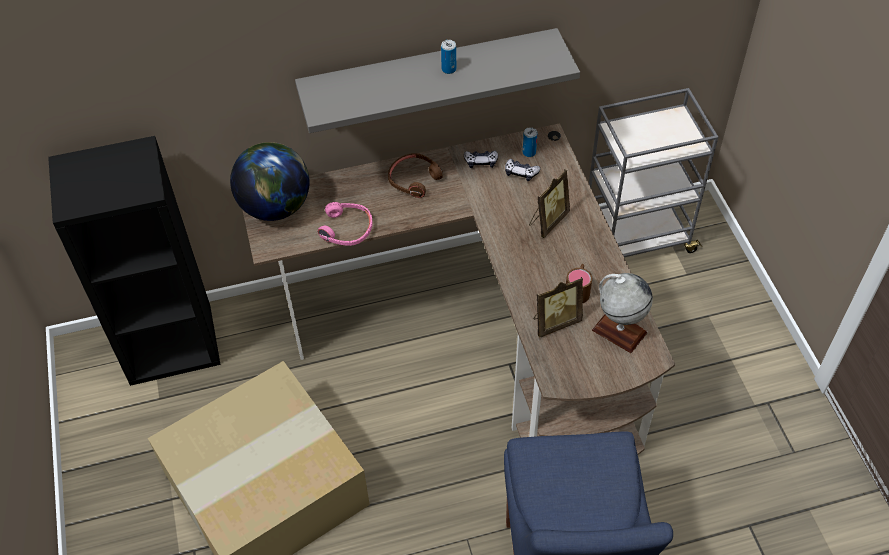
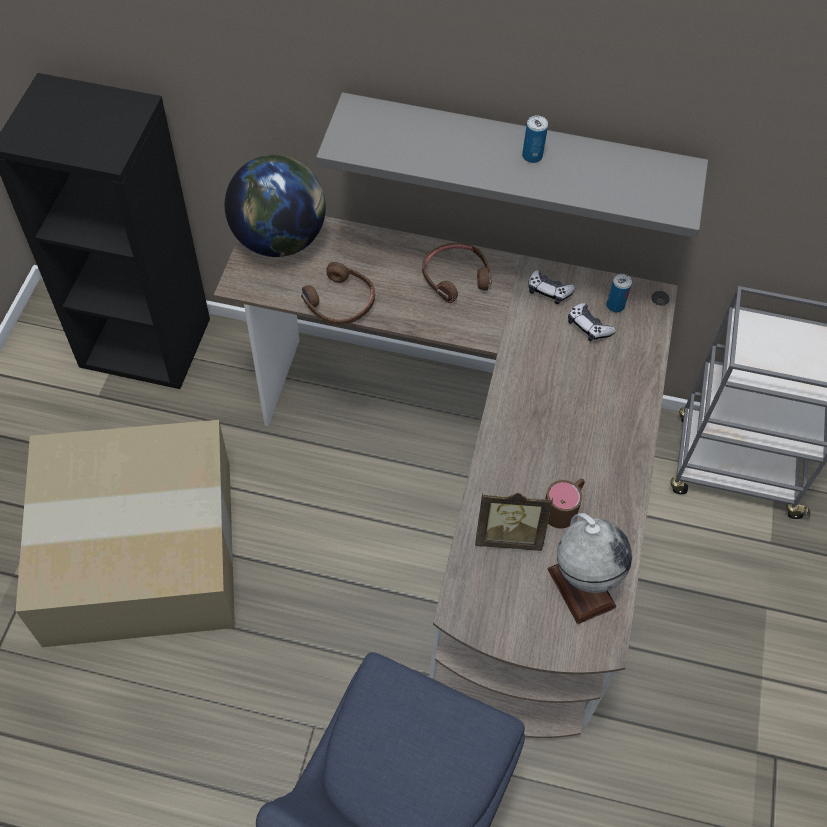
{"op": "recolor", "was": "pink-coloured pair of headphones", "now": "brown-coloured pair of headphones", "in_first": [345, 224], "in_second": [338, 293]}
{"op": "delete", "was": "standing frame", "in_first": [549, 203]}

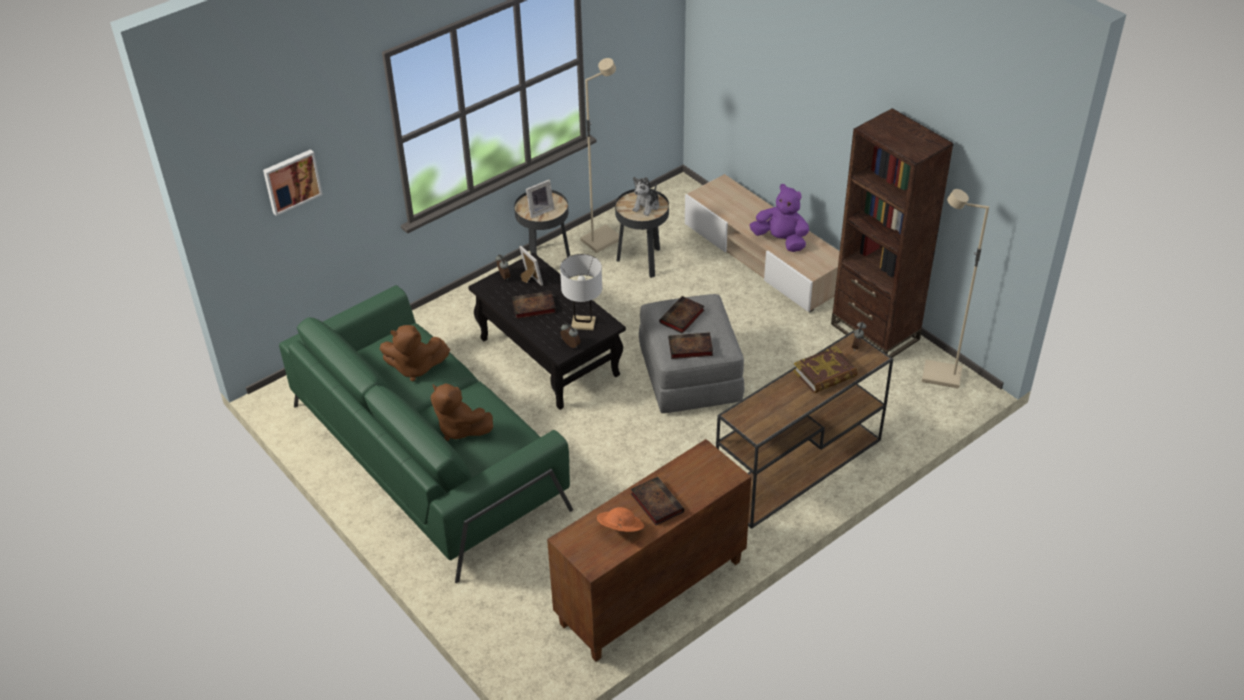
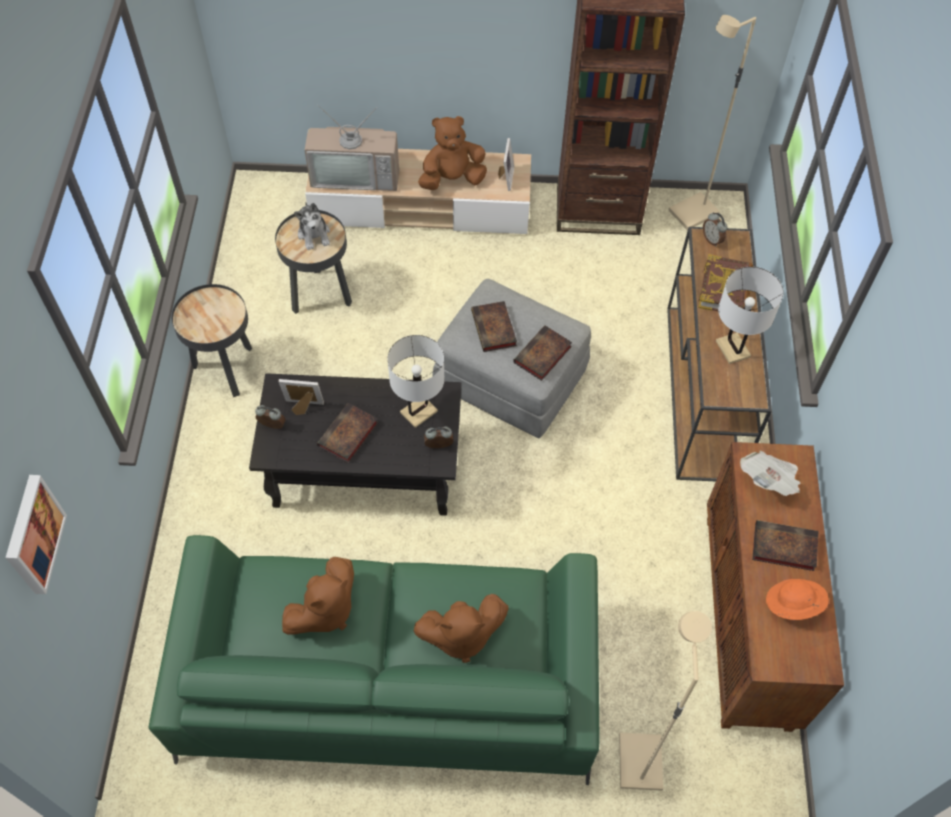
{"op": "insert", "now": "TV", "in_second": [351, 148]}
{"op": "recolor", "was": "purple cuddly toy", "now": "brown-coloured cuddly toy", "in_first": [779, 218], "in_second": [452, 153]}
{"op": "move", "was": "standing frame", "in_first": [540, 199], "in_second": [506, 164]}
{"op": "move", "was": "beige-coloured standing lamp", "in_first": [599, 155], "in_second": [665, 700]}
{"op": "insert", "now": "whitish lamp for a table", "in_second": [750, 315]}
{"op": "insert", "now": "printed paper", "in_second": [770, 473]}

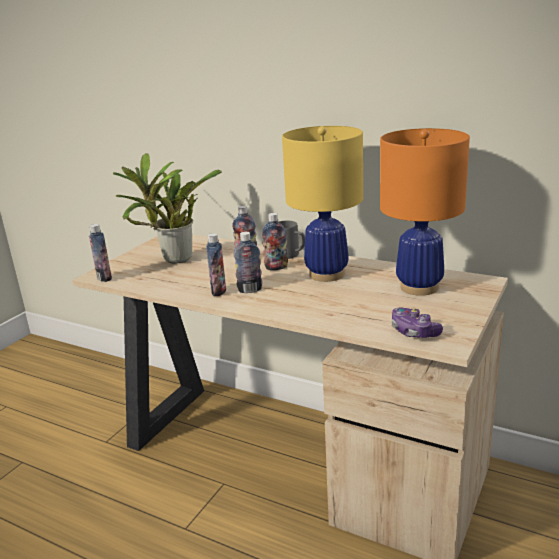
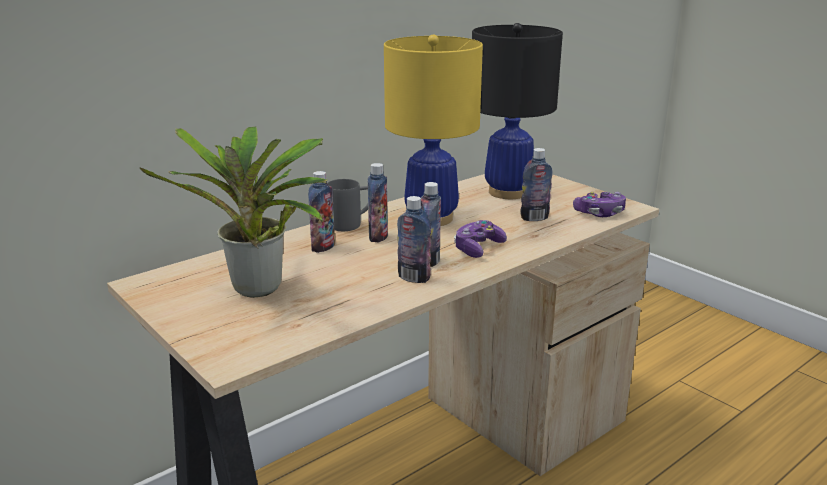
{"op": "insert", "now": "game controller", "in_second": [480, 239]}
{"op": "recolor", "was": "orangey lamp for a table", "now": "blackish lamp for a table", "in_first": [425, 212], "in_second": [517, 111]}
{"op": "move", "was": "bottle", "in_first": [100, 253], "in_second": [536, 184]}

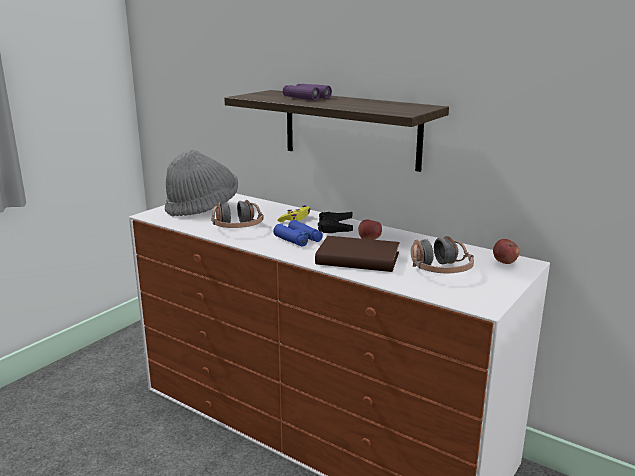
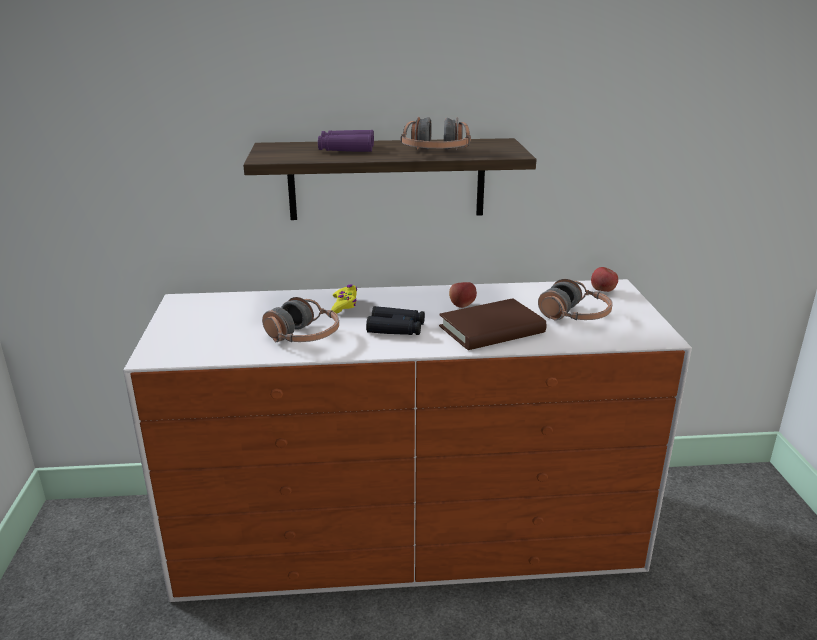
{"op": "recolor", "was": "blue field glasses", "now": "blackish field glasses", "in_first": [298, 233], "in_second": [395, 320]}
{"op": "insert", "now": "pair of headphones", "in_second": [436, 133]}
{"op": "delete", "was": "greyish wearable hat", "in_first": [201, 183]}
{"op": "delete", "was": "blackish game controller", "in_first": [335, 222]}

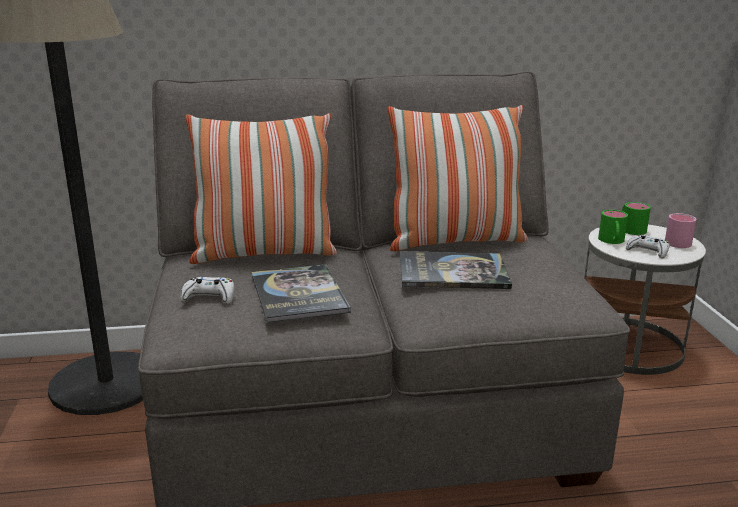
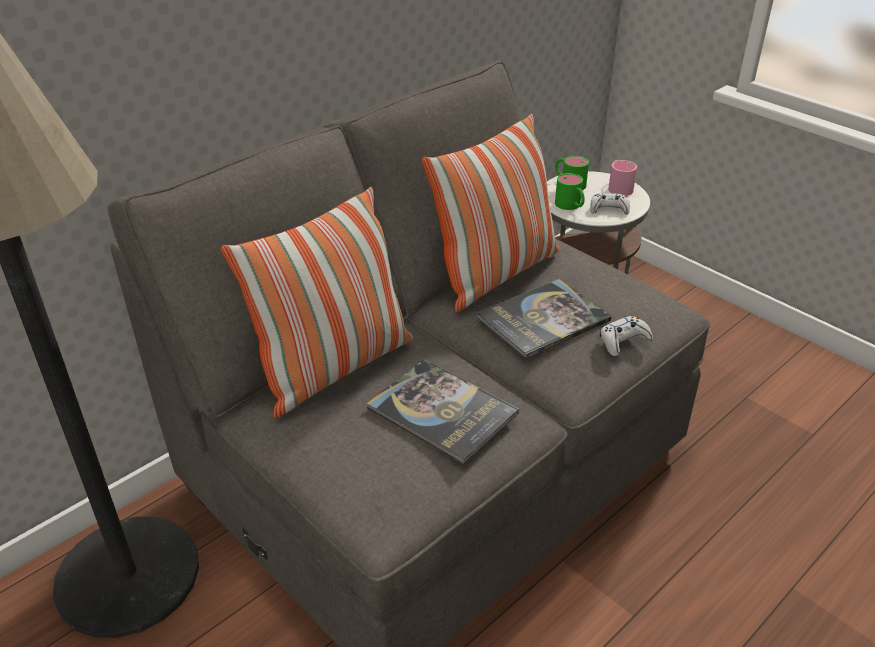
{"op": "move", "was": "whitish game controller", "in_first": [207, 291], "in_second": [626, 336]}

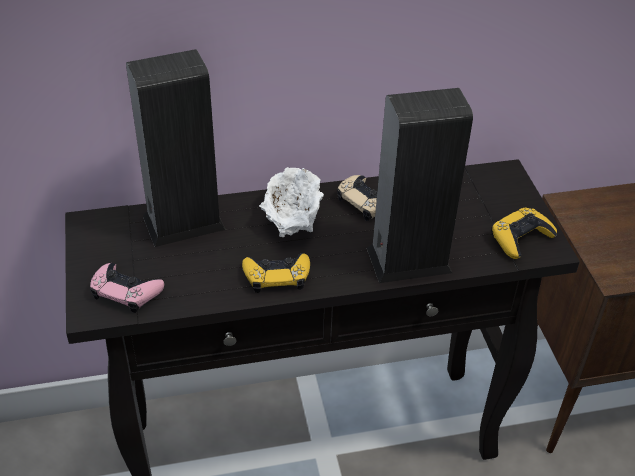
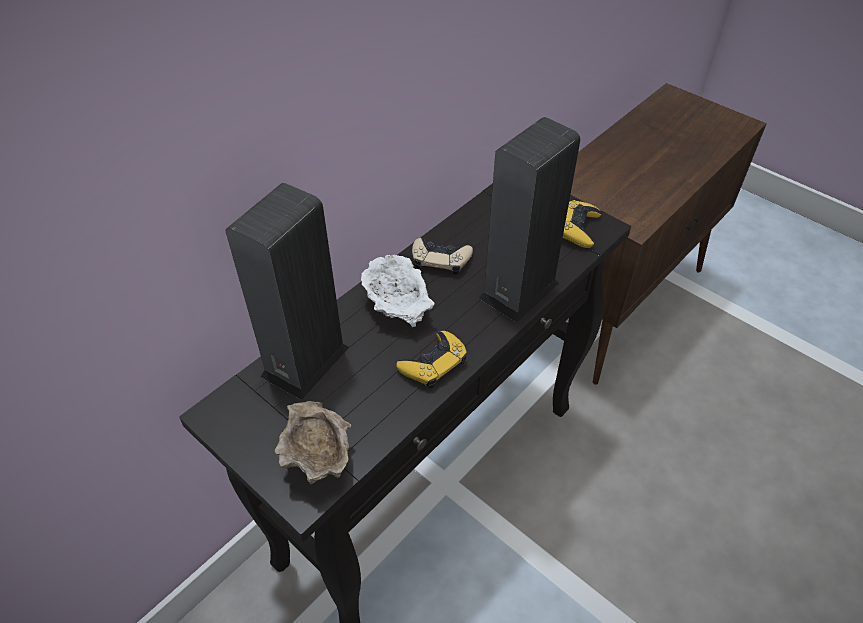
{"op": "replace", "was": "pink-coloured game controller", "now": "beige-coloured bowl", "in_first": [127, 288], "in_second": [313, 442]}

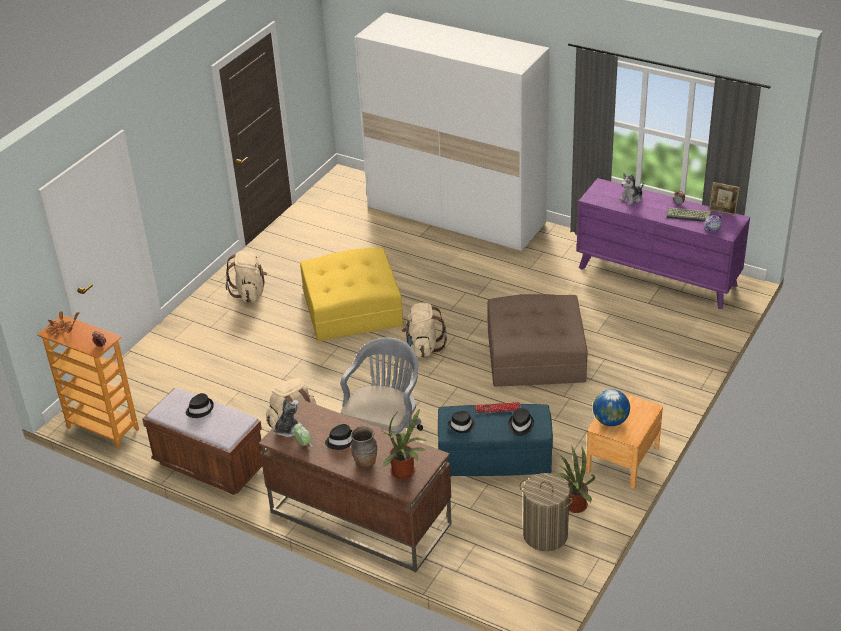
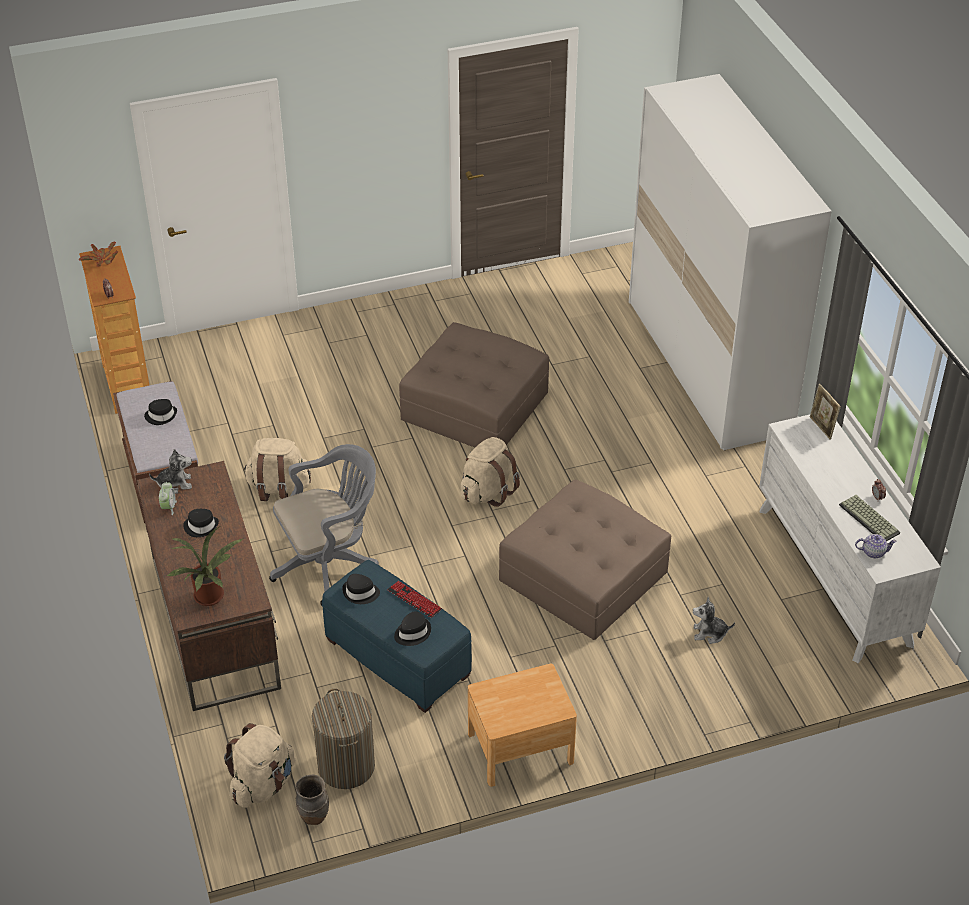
{"op": "move", "was": "beige-coloured backpack", "in_first": [246, 276], "in_second": [260, 765]}
{"op": "move", "was": "brown-coloured decorative vase", "in_first": [364, 447], "in_second": [312, 800]}
{"op": "recolor", "was": "yellow ottoman", "now": "brown-coloured ottoman", "in_first": [351, 294], "in_second": [474, 384]}
{"op": "move", "was": "cuddly toy", "in_first": [631, 189], "in_second": [714, 620]}
{"op": "recolor", "was": "purple dresser", "now": "whitish dresser", "in_first": [663, 243], "in_second": [850, 538]}
{"op": "move", "was": "standing frame", "in_first": [724, 198], "in_second": [825, 411]}
{"op": "delete", "was": "houseplant", "in_first": [574, 479]}
{"op": "delete", "was": "world globe", "in_first": [611, 407]}

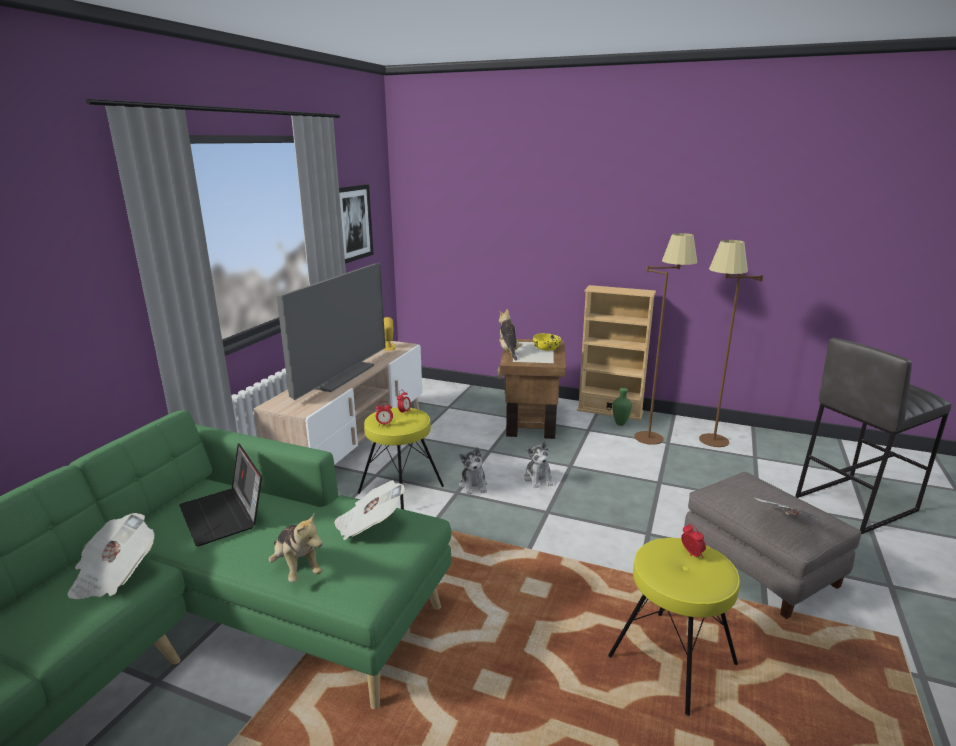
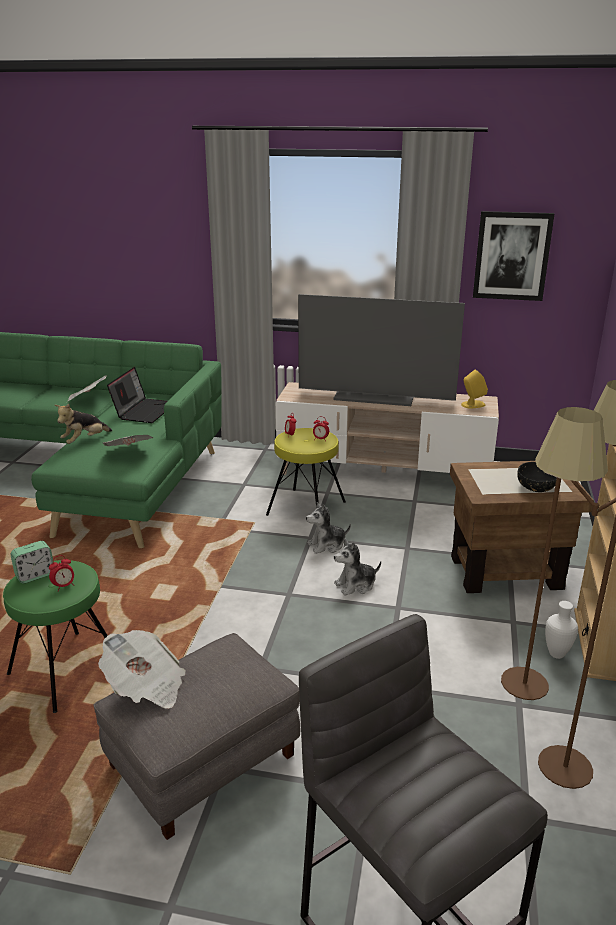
{"op": "recolor", "was": "yellow sitting stool", "now": "green-coloured sitting stool", "in_first": [674, 627], "in_second": [55, 636]}
{"op": "insert", "now": "alarm clock", "in_second": [32, 562]}
{"op": "rotate", "was": "portable computer", "in_first": [220, 494], "in_second": [137, 395], "clockwise": 150}
{"op": "recolor", "was": "yellow bowl", "now": "blackish bowl", "in_first": [547, 342], "in_second": [537, 477]}
{"op": "recolor", "was": "green-coloured decorative vase", "now": "whitish decorative vase", "in_first": [622, 407], "in_second": [561, 630]}
{"op": "delete", "was": "cuddly toy", "in_first": [511, 335]}

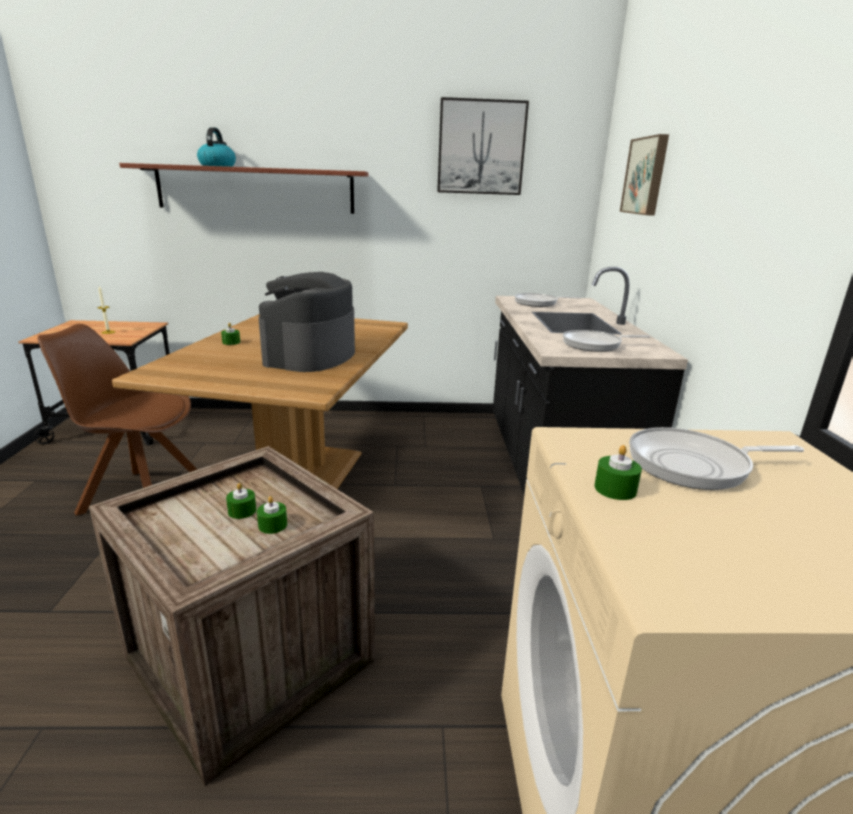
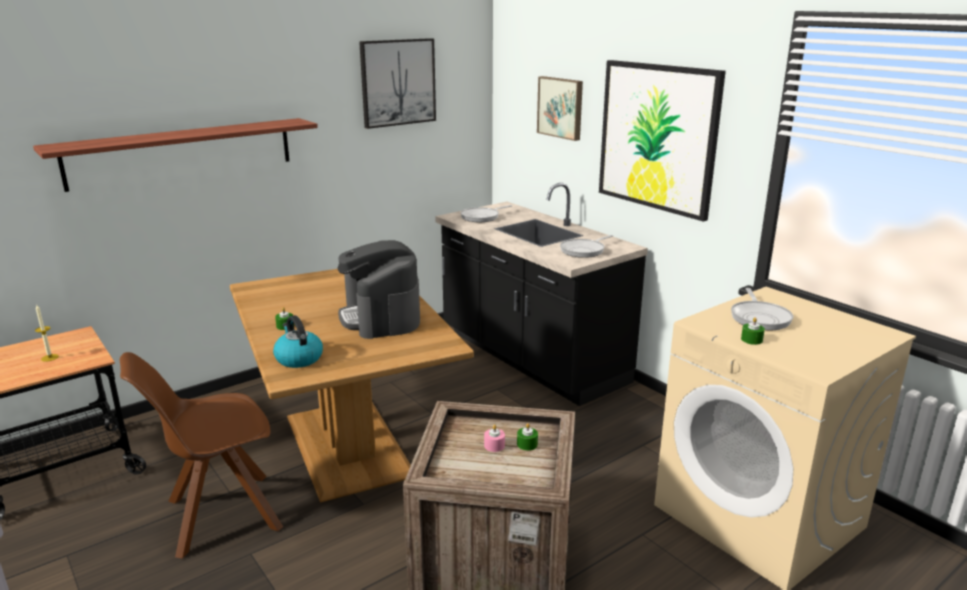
{"op": "move", "was": "water kettle", "in_first": [216, 147], "in_second": [298, 341]}
{"op": "recolor", "was": "green-coloured wax light", "now": "pink-coloured wax light", "in_first": [241, 501], "in_second": [494, 438]}
{"op": "insert", "now": "picture", "in_second": [662, 141]}
{"op": "rotate", "was": "frying pan", "in_first": [716, 458], "in_second": [762, 309], "clockwise": -45}

